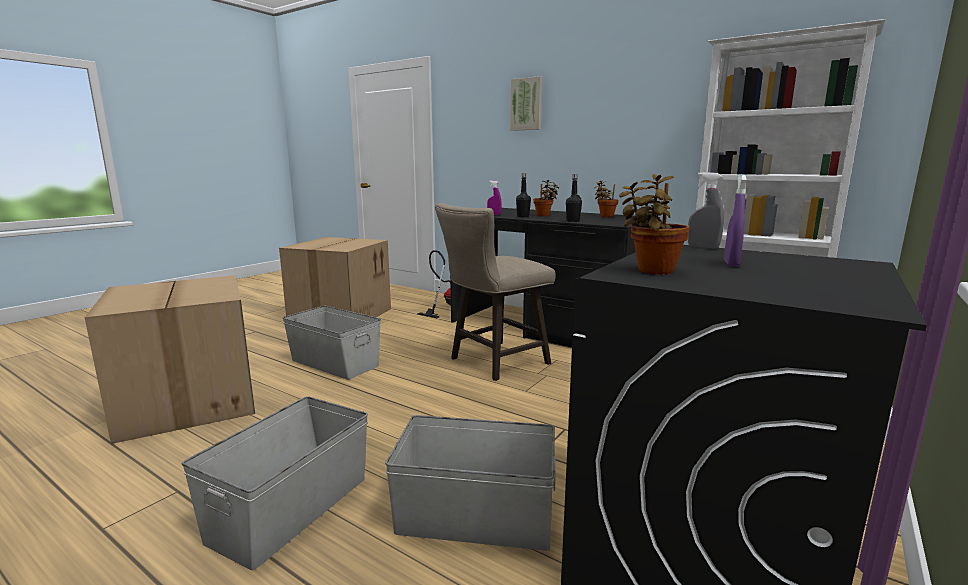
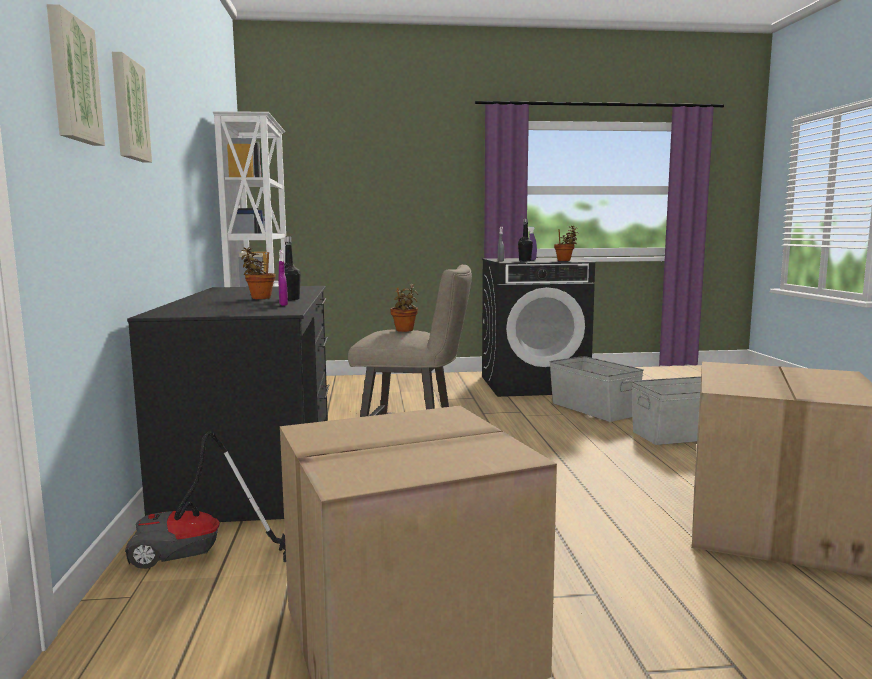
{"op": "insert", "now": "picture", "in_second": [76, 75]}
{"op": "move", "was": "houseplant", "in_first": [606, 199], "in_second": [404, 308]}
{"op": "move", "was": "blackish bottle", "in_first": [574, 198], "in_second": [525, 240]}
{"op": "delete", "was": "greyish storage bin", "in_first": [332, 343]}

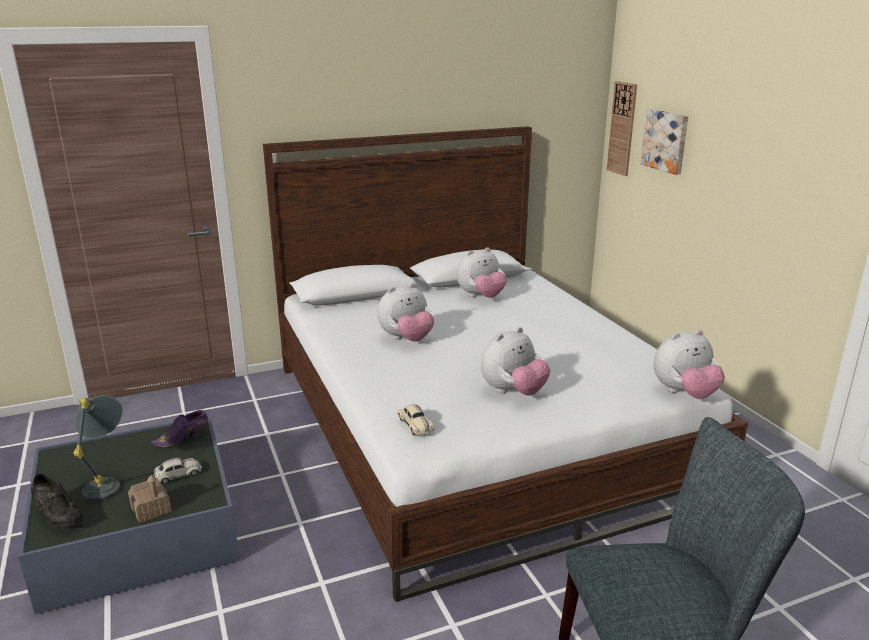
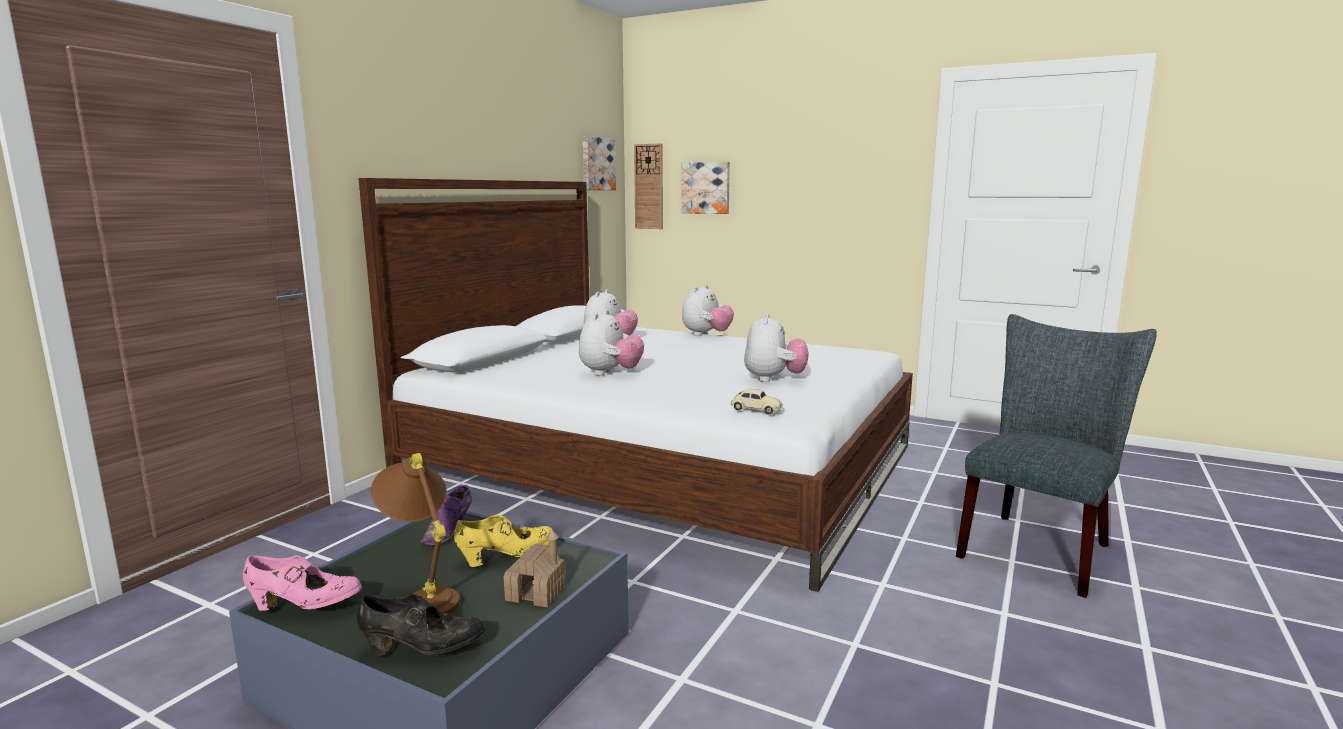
{"op": "insert", "now": "pink-coloured shoe", "in_second": [302, 583]}
{"op": "recolor", "was": "greyish lamp for a table", "now": "brown-coloured lamp for a table", "in_first": [98, 448], "in_second": [415, 533]}
{"op": "replace", "was": "whitish toy car", "now": "yellow shoe", "in_first": [177, 471], "in_second": [503, 541]}
{"op": "insert", "now": "picture", "in_second": [599, 163]}
{"op": "move", "was": "cuddly toy", "in_first": [689, 364], "in_second": [708, 310]}

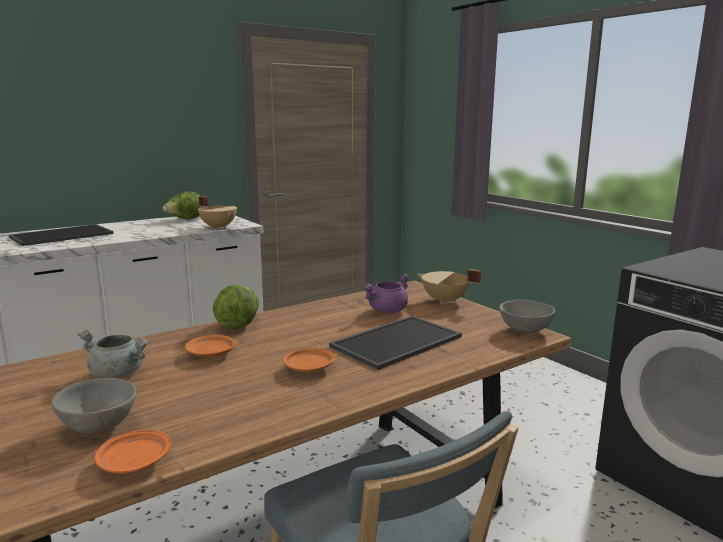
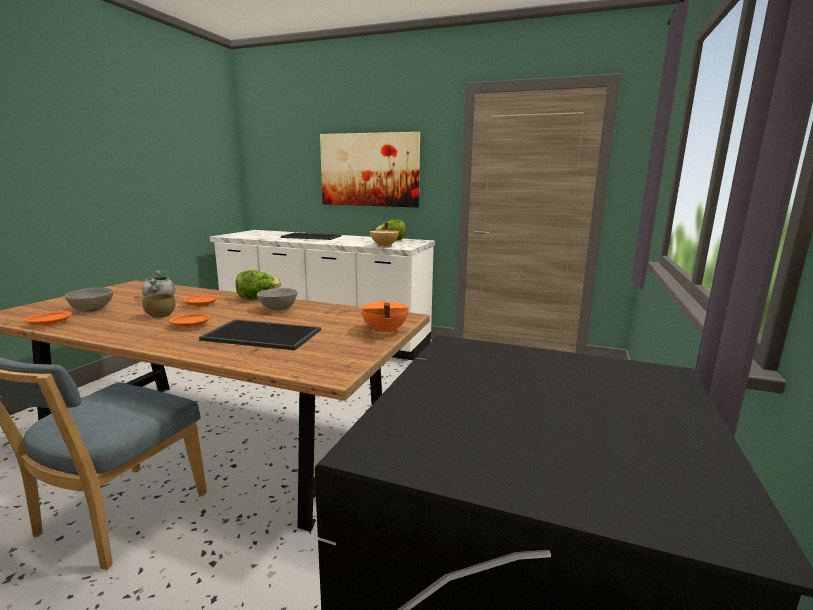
{"op": "insert", "now": "brown-coloured bowl", "in_second": [159, 306]}
{"op": "move", "was": "greyish bowl", "in_first": [527, 316], "in_second": [277, 299]}
{"op": "insert", "now": "picture", "in_second": [370, 170]}
{"op": "recolor", "was": "beige-coloured saucepot", "now": "orangey saucepot", "in_first": [449, 286], "in_second": [384, 317]}
{"op": "delete", "was": "purple saucepot", "in_first": [386, 293]}

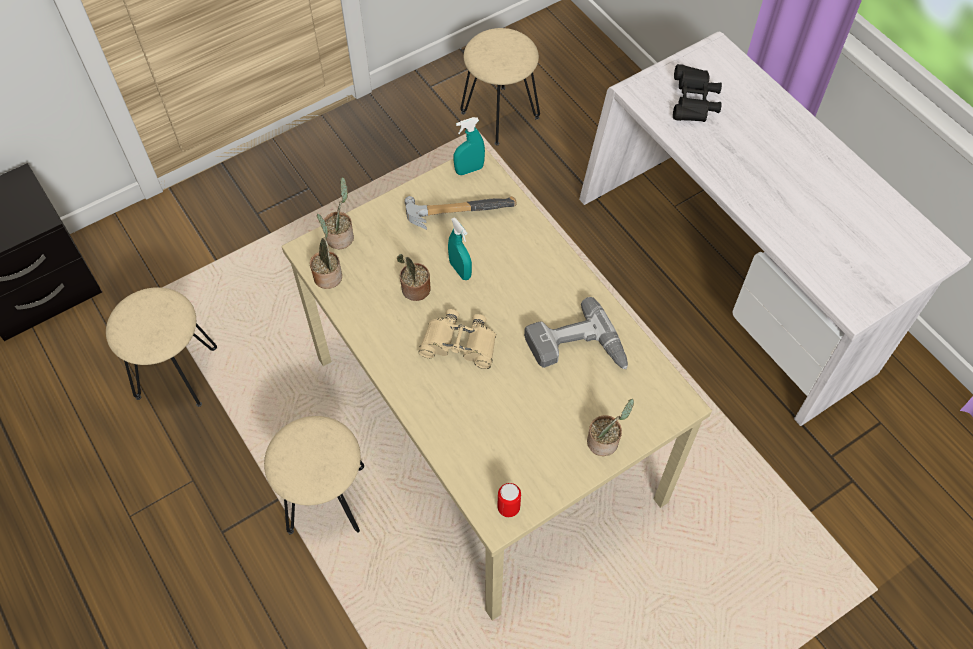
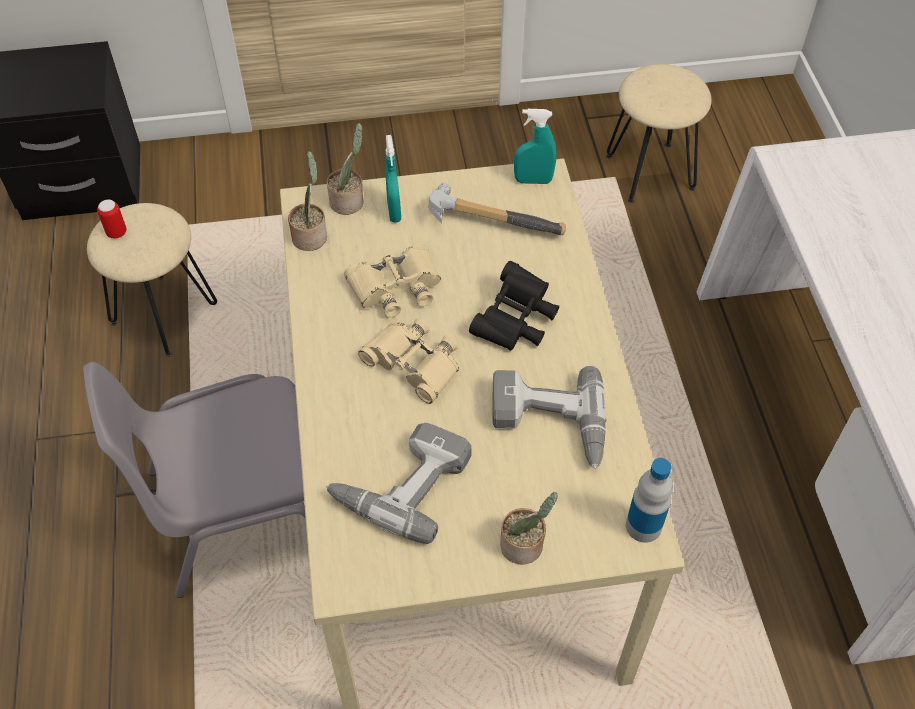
{"op": "replace", "was": "beige-coloured sitting stool", "now": "greyish upright chair", "in_first": [314, 475], "in_second": [194, 480]}
{"op": "move", "was": "sealed can", "in_first": [509, 500], "in_second": [112, 219]}
{"op": "insert", "now": "drill", "in_second": [399, 483]}
{"op": "replace", "was": "houseplant", "now": "beige-coloured field glasses", "in_first": [414, 277], "in_second": [392, 280]}
{"op": "move", "was": "turquoise hand sprayer", "in_first": [460, 248], "in_second": [393, 179]}
{"op": "move", "was": "blackish field glasses", "in_first": [697, 93], "in_second": [514, 306]}
{"op": "insert", "now": "bottle", "in_second": [649, 500]}

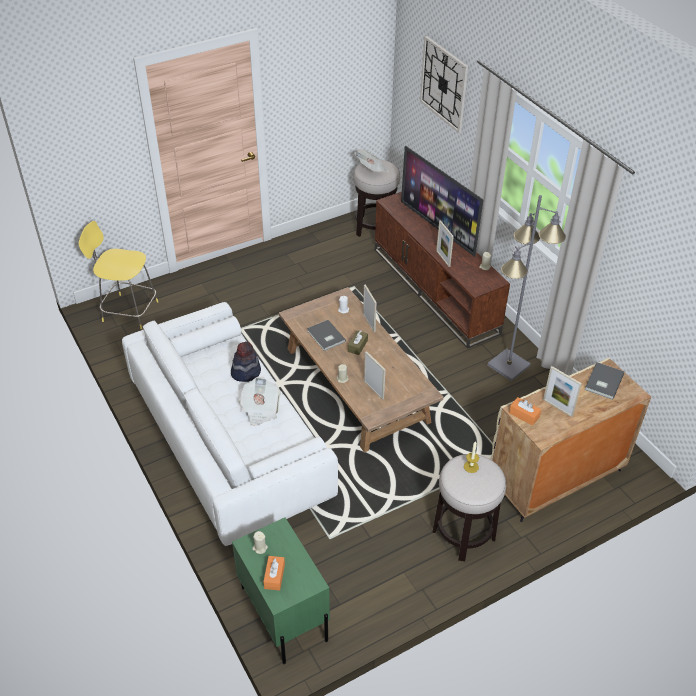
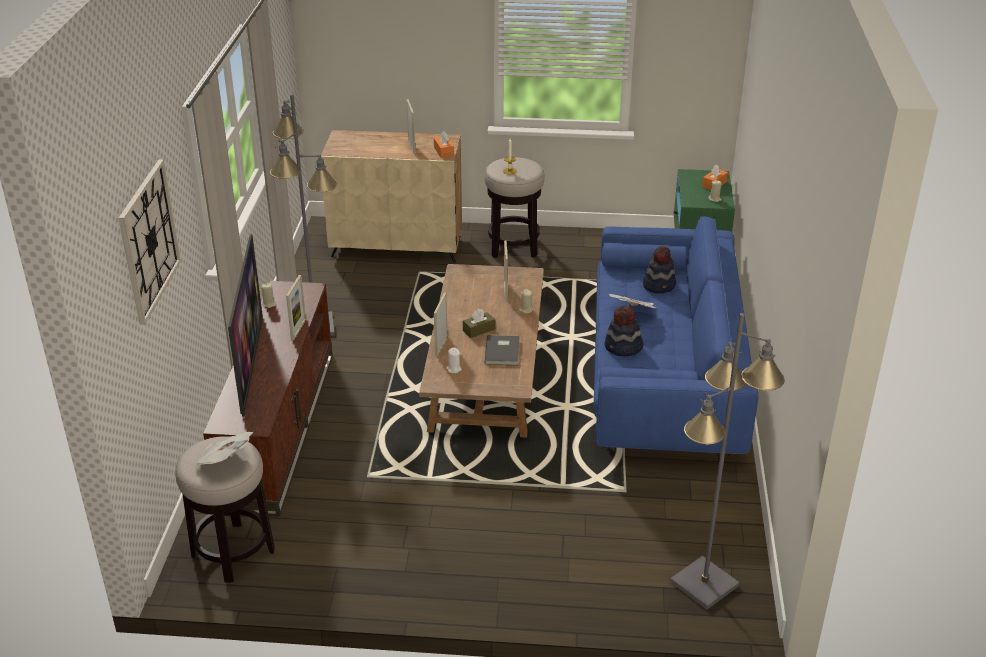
{"op": "recolor", "was": "whitish settee", "now": "blue settee", "in_first": [230, 424], "in_second": [676, 336]}
{"op": "insert", "now": "wearable hat", "in_second": [659, 269]}
{"op": "replace", "was": "yellow sitting stool", "now": "greyish standing lamp", "in_first": [118, 275], "in_second": [727, 461]}
{"op": "delete", "was": "greyish book", "in_first": [604, 381]}

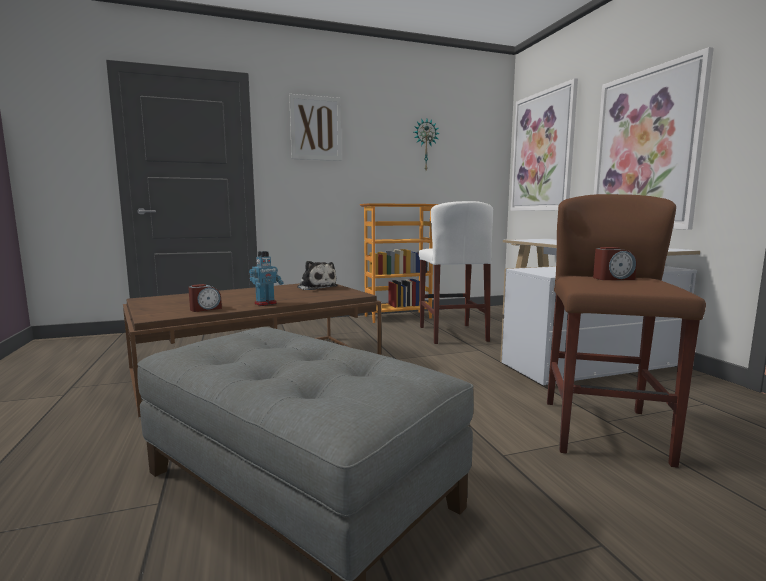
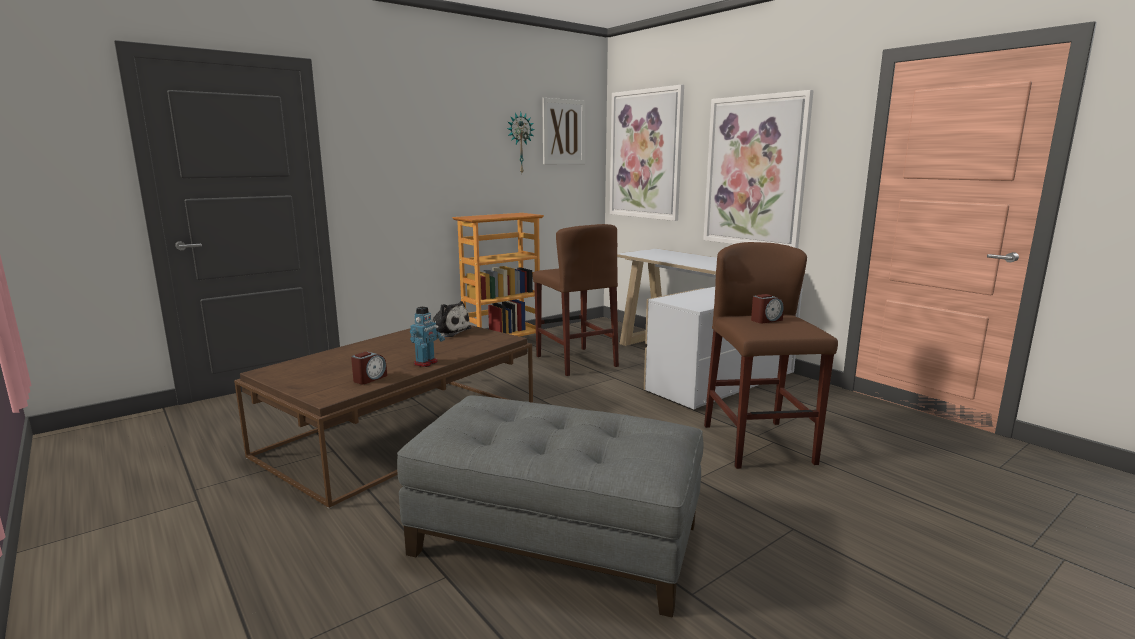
{"op": "recolor", "was": "whitish sitting stool", "now": "brown-coloured sitting stool", "in_first": [456, 272], "in_second": [576, 300]}
{"op": "move", "was": "picture", "in_first": [315, 127], "in_second": [563, 131]}

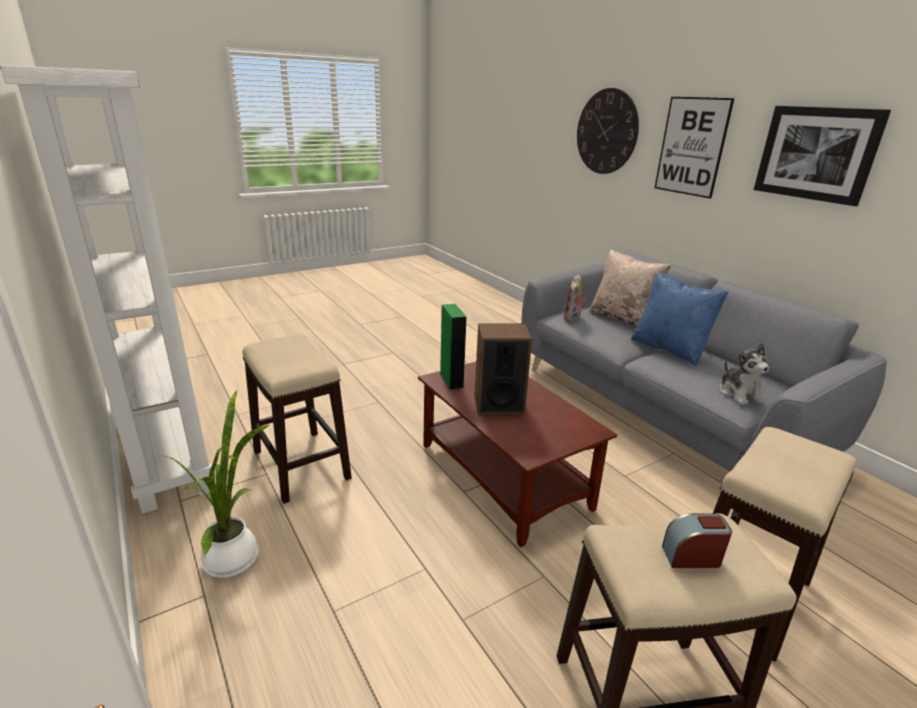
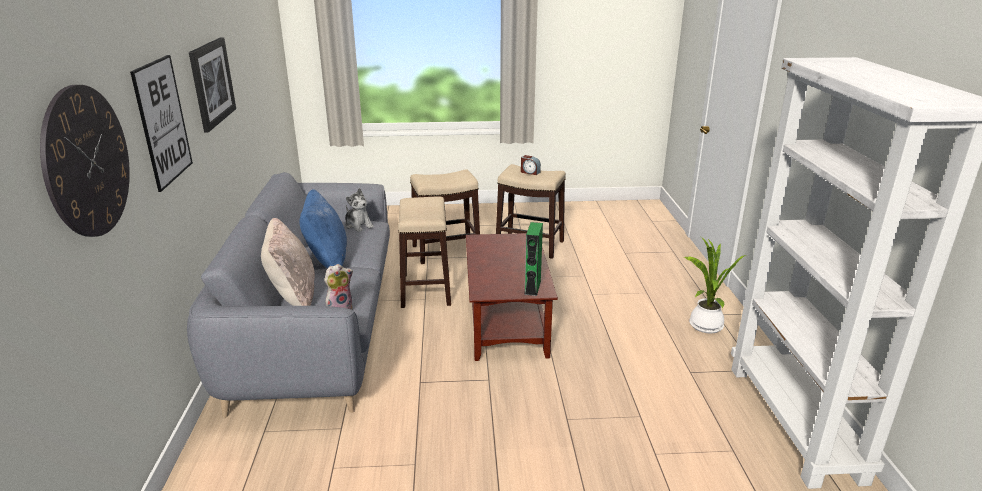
{"op": "rotate", "was": "cuddly toy", "in_first": [744, 374], "in_second": [359, 210], "clockwise": 120}
{"op": "move", "was": "sitting stool", "in_first": [297, 419], "in_second": [424, 252]}
{"op": "delete", "was": "audio speaker", "in_first": [503, 368]}

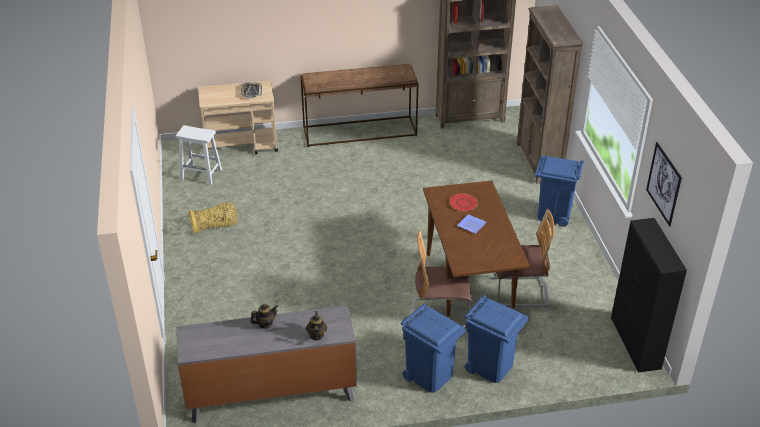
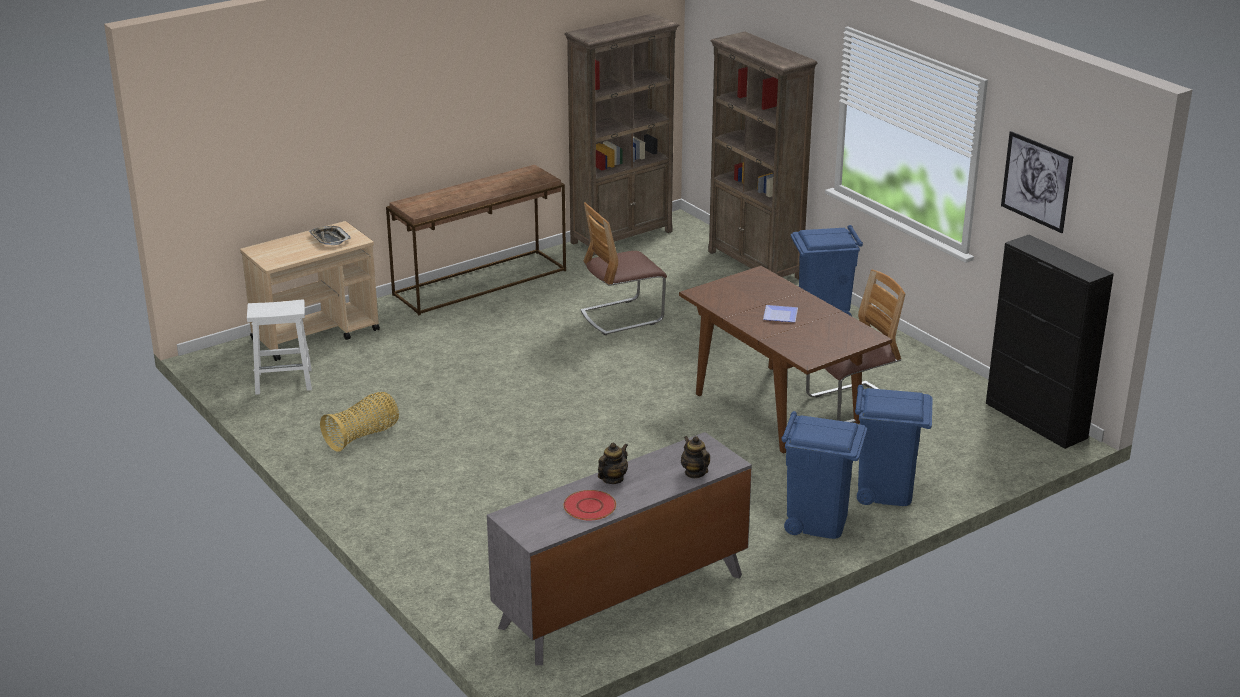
{"op": "move", "was": "red-coloured plate", "in_first": [463, 202], "in_second": [589, 505]}
{"op": "move", "was": "upright chair", "in_first": [441, 279], "in_second": [624, 268]}

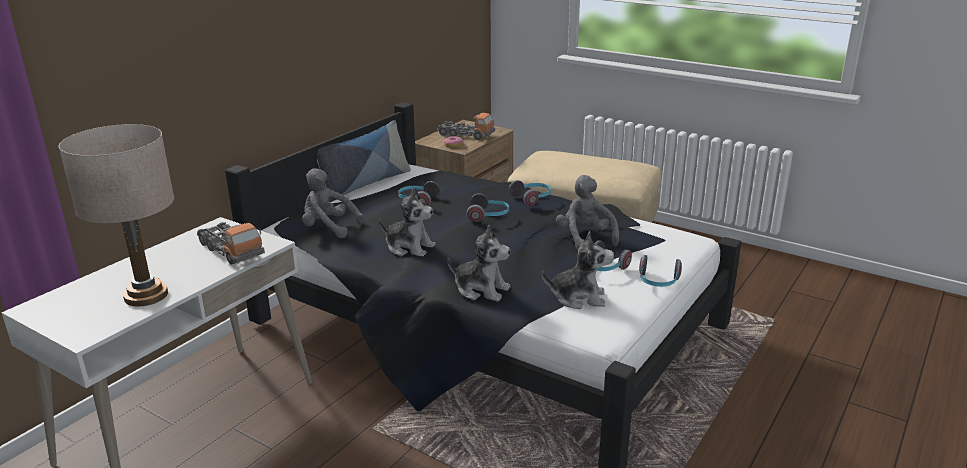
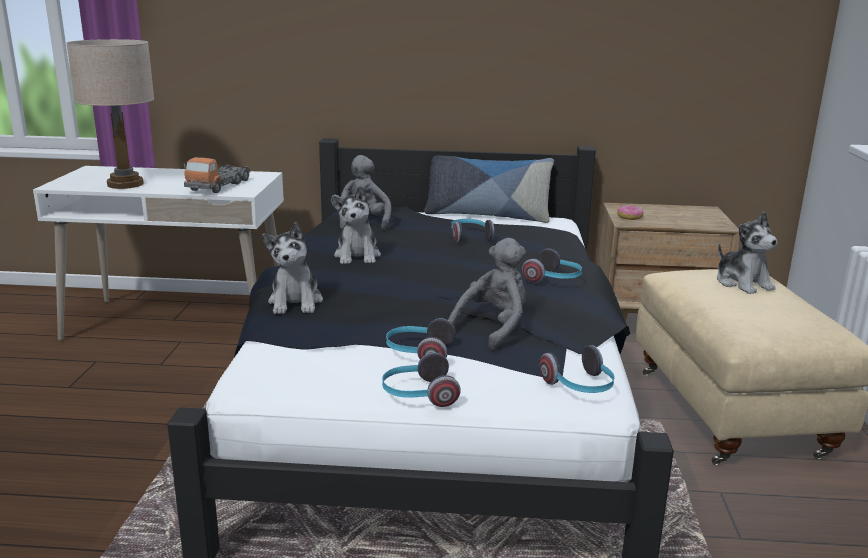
{"op": "move", "was": "pair of headphones", "in_first": [488, 207], "in_second": [577, 369]}
{"op": "move", "was": "cuddly toy", "in_first": [578, 270], "in_second": [747, 253]}
{"op": "delete", "was": "model truck", "in_first": [466, 126]}

